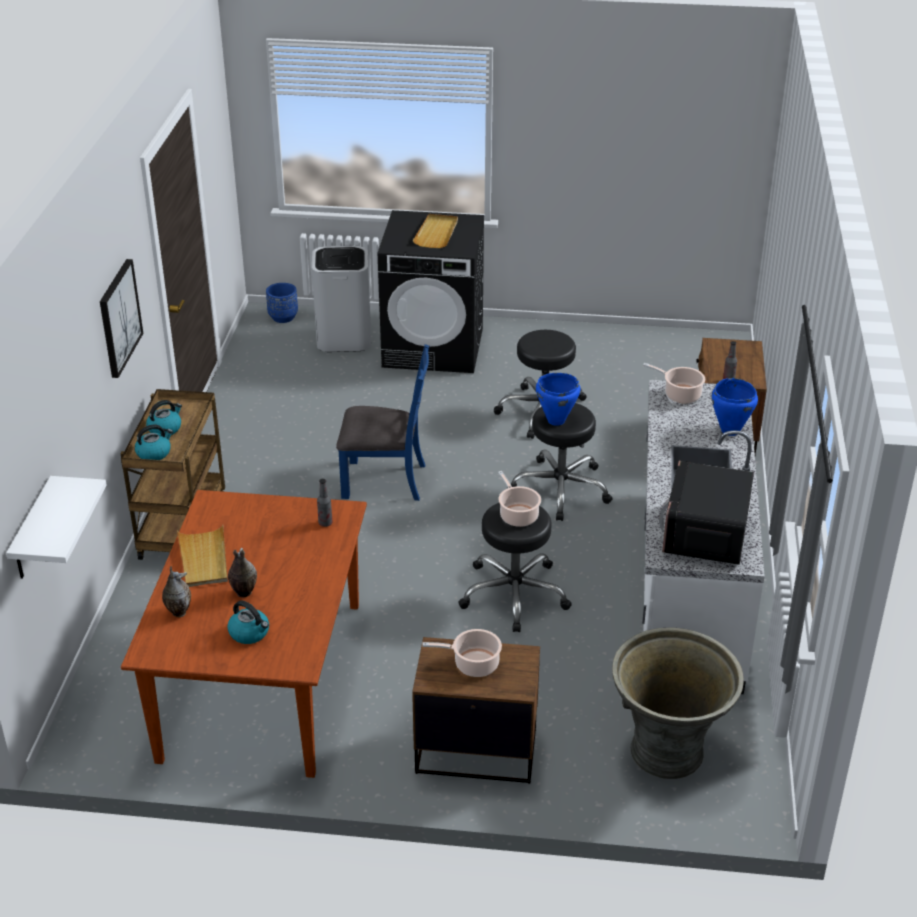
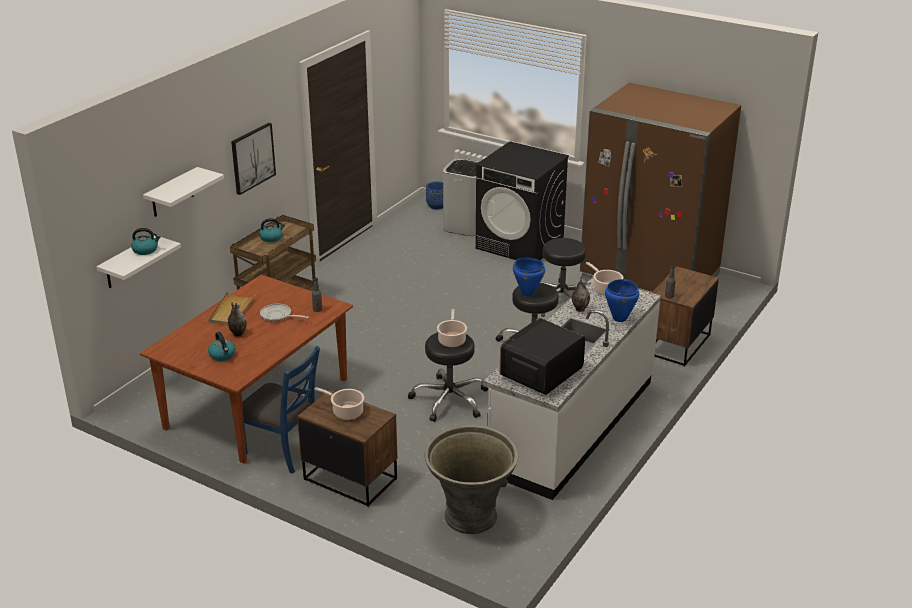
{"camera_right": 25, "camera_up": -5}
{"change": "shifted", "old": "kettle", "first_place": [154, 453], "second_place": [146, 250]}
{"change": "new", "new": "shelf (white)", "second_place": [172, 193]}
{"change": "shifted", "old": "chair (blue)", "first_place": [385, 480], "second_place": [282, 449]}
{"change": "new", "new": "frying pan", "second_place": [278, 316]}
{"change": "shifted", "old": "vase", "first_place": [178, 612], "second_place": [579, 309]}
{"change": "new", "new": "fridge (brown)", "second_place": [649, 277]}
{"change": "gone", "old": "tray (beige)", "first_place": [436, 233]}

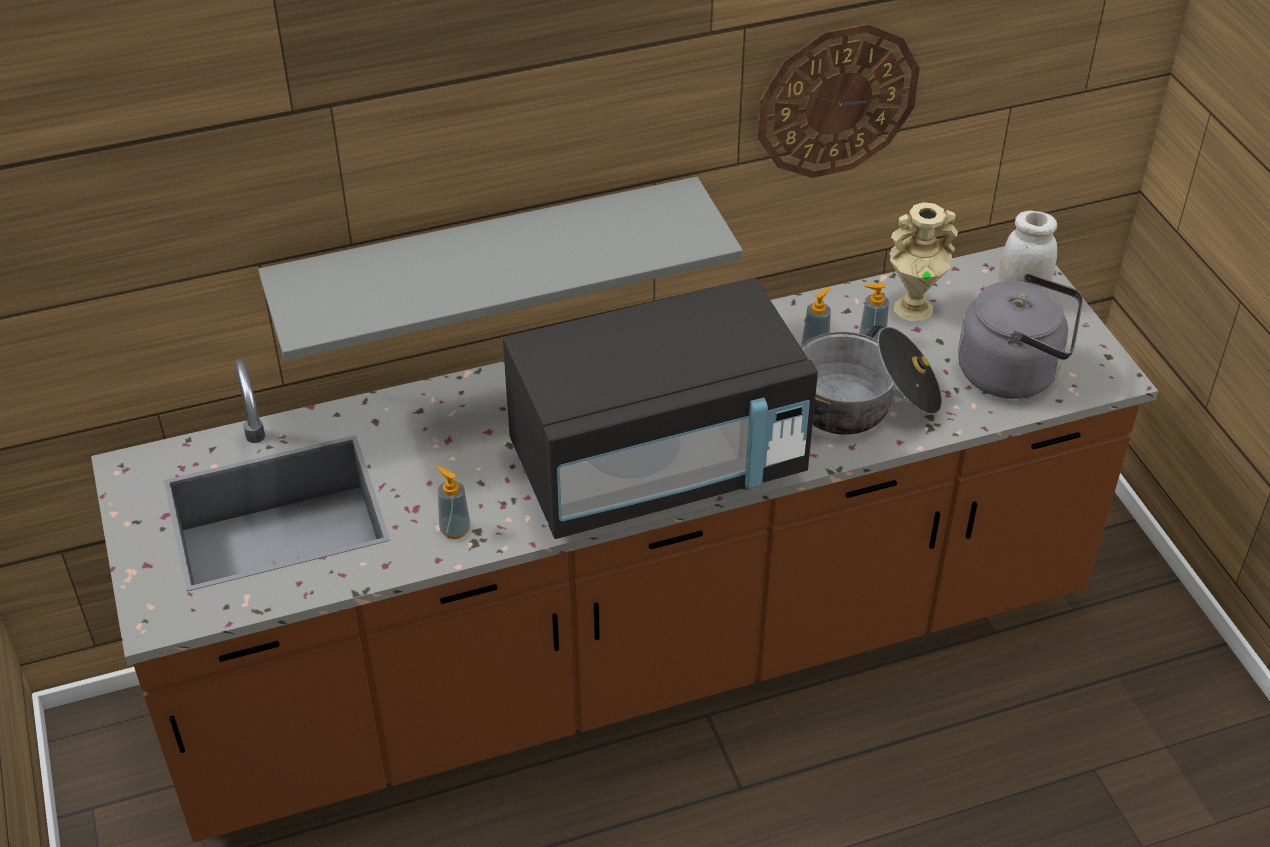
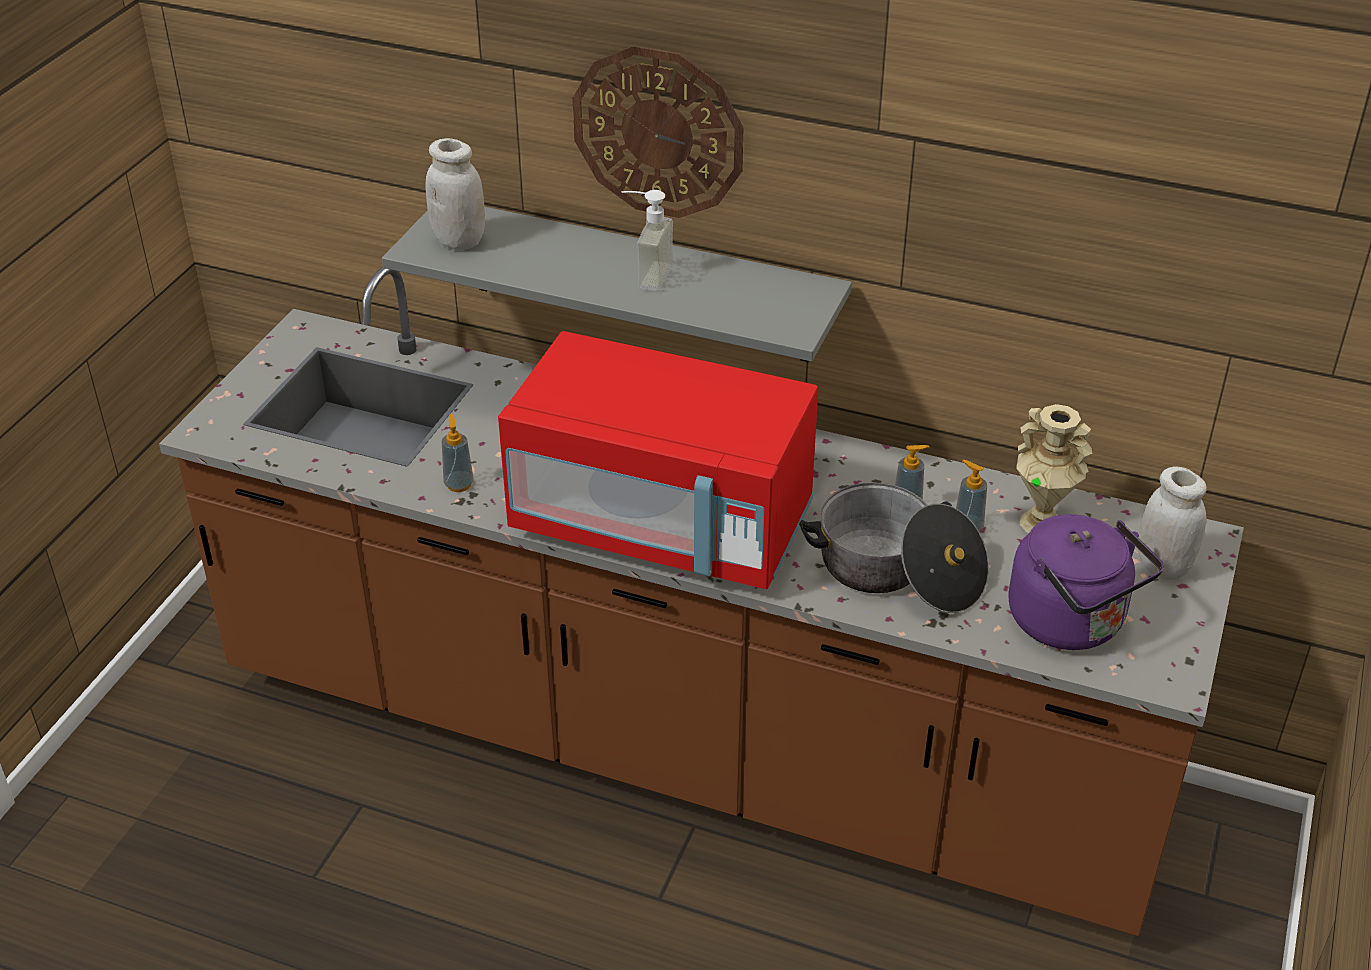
{"camera_right": 40, "camera_up": -5}
{"change": "new", "new": "jar (white)", "second_place": [459, 241]}
{"change": "repainted", "old": "microwave (black)", "new": "microwave (red)", "first_place": [658, 466], "second_place": [662, 524]}
{"change": "shifted", "old": "wall clock", "first_place": [837, 100], "second_place": [658, 132]}
{"change": "new", "new": "soap dispenser", "second_place": [645, 275]}
{"change": "repainted", "old": "kettle (grey)", "new": "kettle (purple)", "first_place": [1014, 373], "second_place": [1072, 623]}

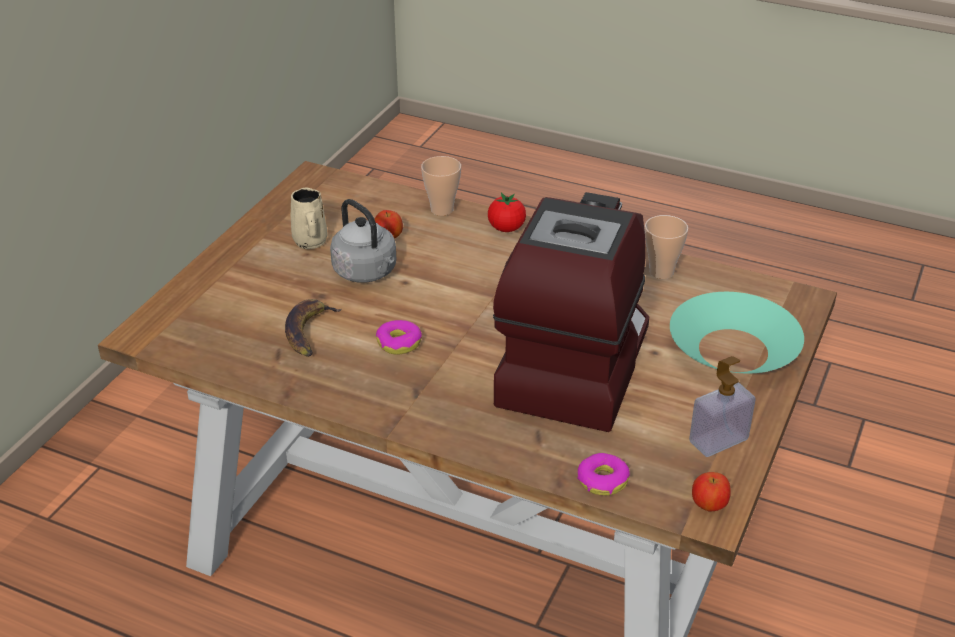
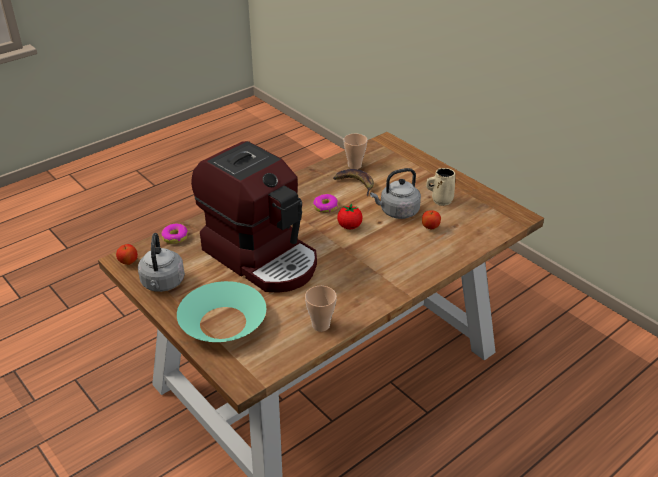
{"camera_right": 115, "camera_up": 0}
{"change": "swapped", "old": "soap dispenser", "new": "kettle (grey)", "first_place": [718, 440], "second_place": [162, 284]}
{"change": "shifted", "old": "tomato", "first_place": [506, 228], "second_place": [349, 226]}
{"change": "shifted", "old": "cup", "first_place": [442, 210], "second_place": [354, 165]}

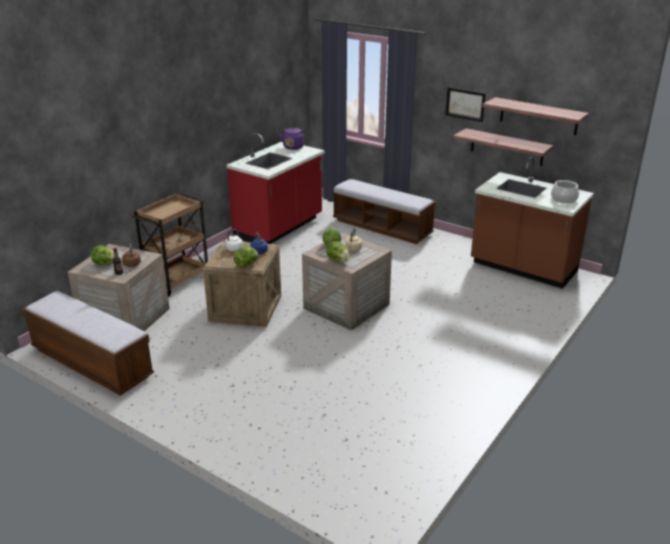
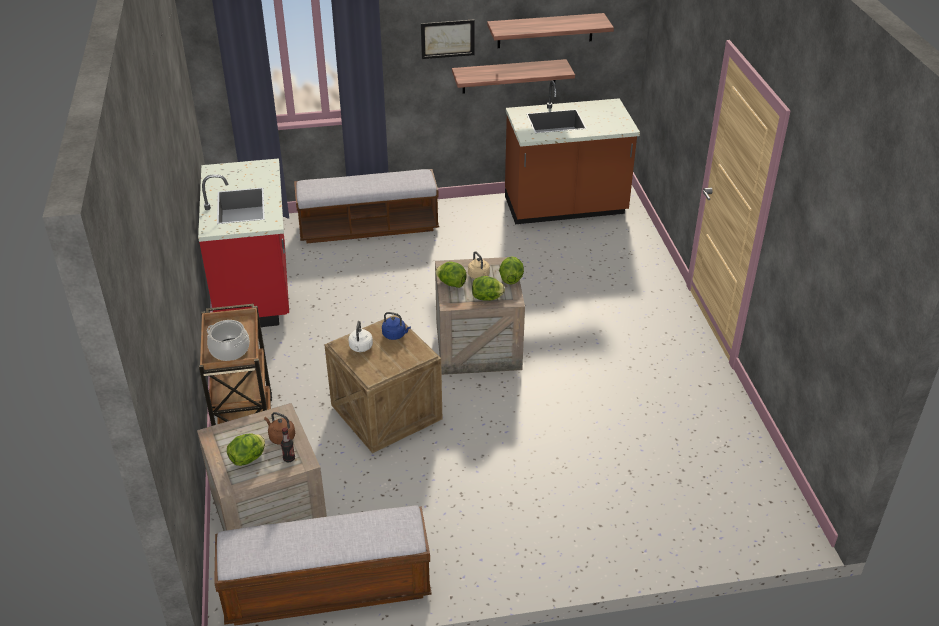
{"camera_right": -45, "camera_up": 10}
{"change": "shifted", "old": "cooking pot", "first_place": [564, 199], "second_place": [230, 350]}
{"change": "shifted", "old": "lettuce", "first_place": [246, 264], "second_place": [511, 279]}
{"change": "gone", "old": "kettle (purple)", "first_place": [293, 147]}

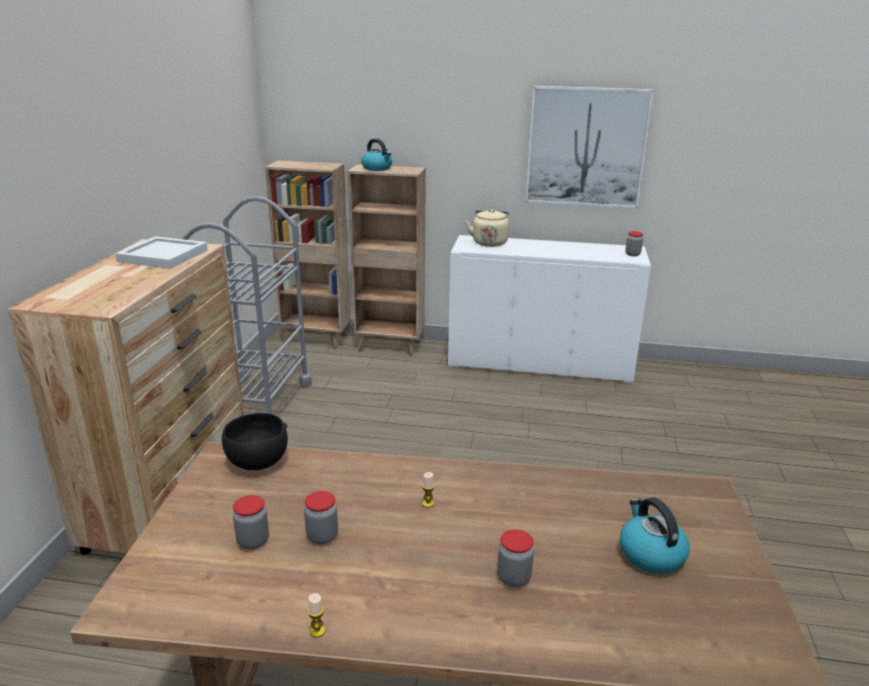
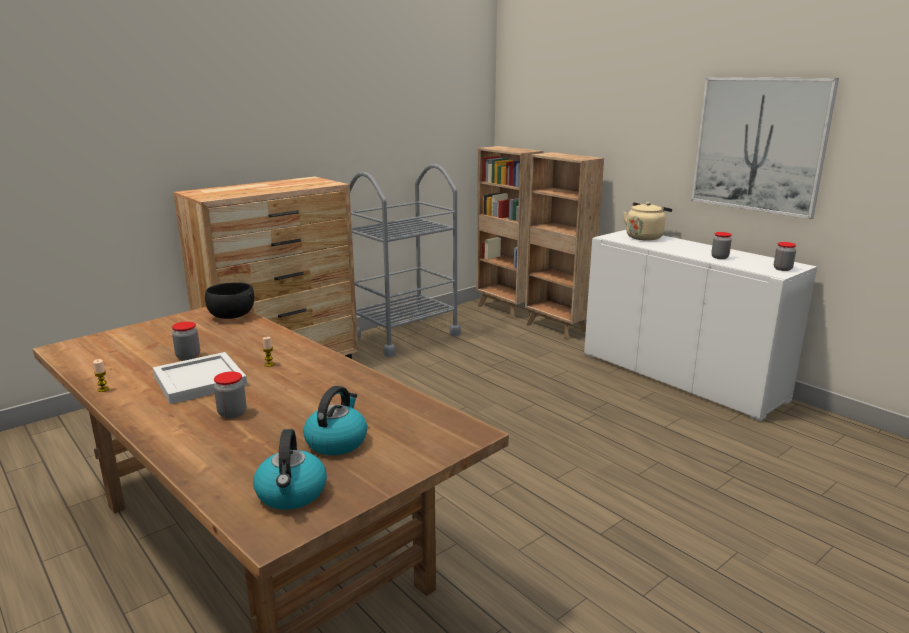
{"camera_right": 40, "camera_up": -5}
{"change": "shifted", "old": "tray (white)", "first_place": [161, 256], "second_place": [198, 381]}
{"change": "shifted", "old": "kettle", "first_place": [377, 168], "second_place": [292, 494]}
{"change": "shifted", "old": "jar", "first_place": [253, 541], "second_place": [719, 257]}

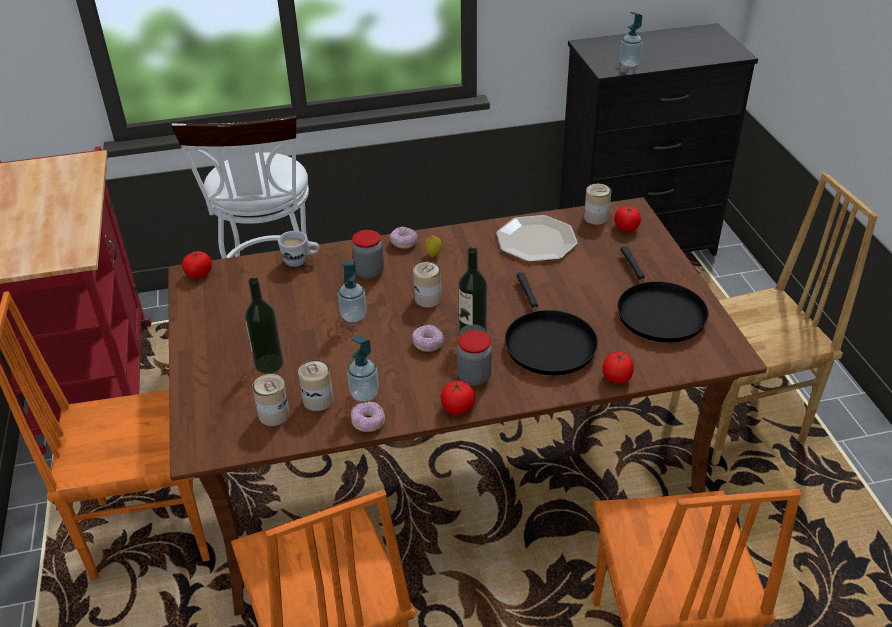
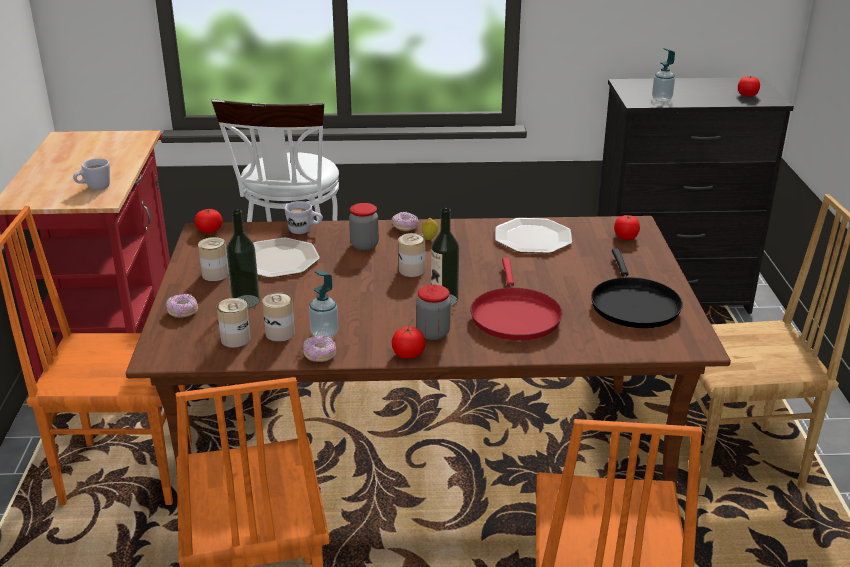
{"camera_right": 10, "camera_up": -10}
{"change": "new", "new": "mug (white)", "second_place": [94, 188]}
{"change": "shifted", "old": "donut", "first_place": [428, 344], "second_place": [183, 312]}
{"change": "shifted", "old": "can", "first_place": [596, 217], "second_place": [215, 274]}
{"change": "new", "new": "plate", "second_place": [277, 260]}
{"change": "repainted", "old": "frying pan (black)", "new": "frying pan (red)", "first_place": [547, 343], "second_place": [514, 316]}
{"change": "shifted", "old": "tomato", "first_place": [616, 377], "second_place": [747, 95]}
{"change": "gone", "old": "soap dispenser", "first_place": [353, 316]}

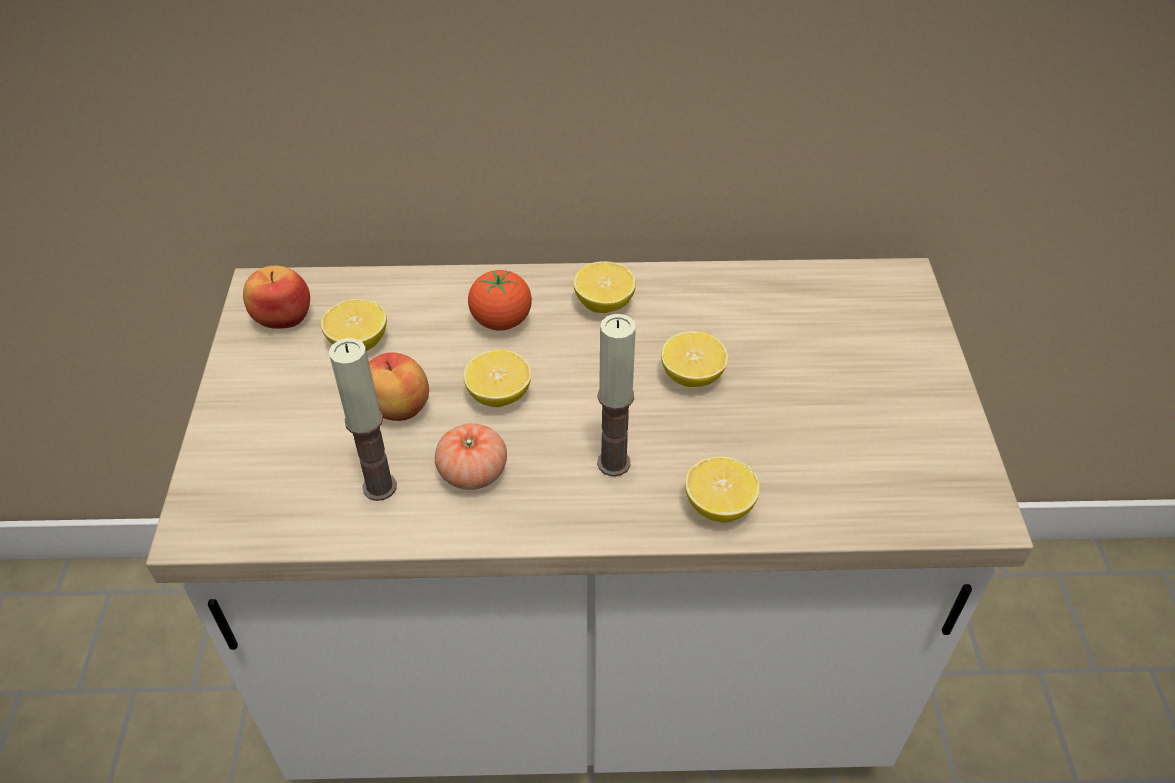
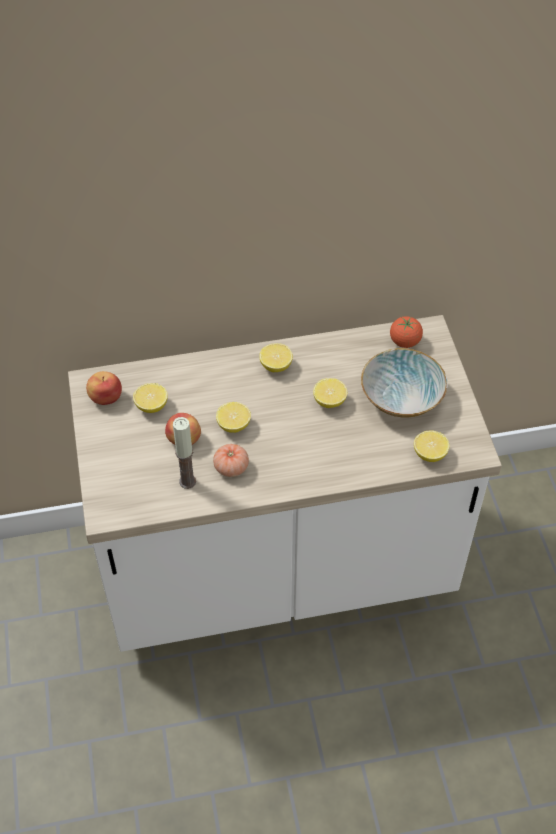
{"camera_right": -10, "camera_up": 5}
{"change": "new", "new": "bowl", "second_place": [402, 397]}
{"change": "shifted", "old": "tomato", "first_place": [501, 321], "second_place": [405, 342]}
{"change": "shifted", "old": "lemon", "first_place": [719, 505], "second_place": [429, 454]}
{"change": "gone", "old": "candle", "first_place": [613, 463]}

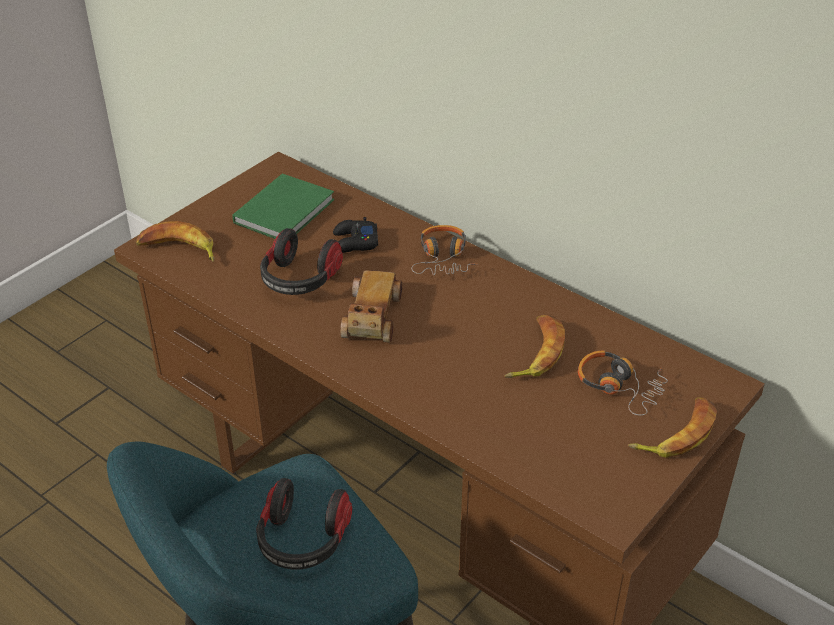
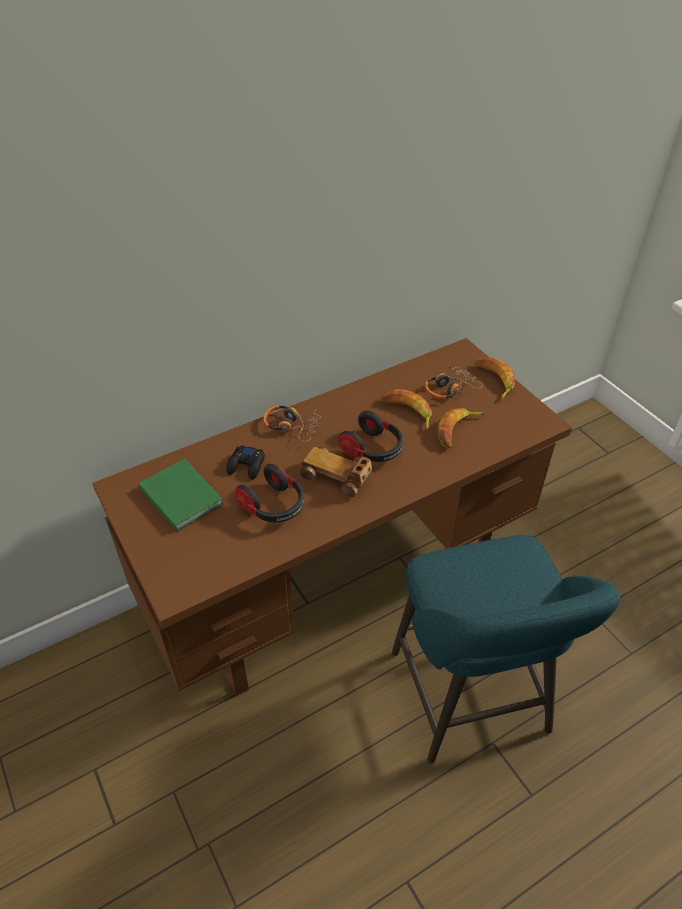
{"camera_right": -70, "camera_up": 5}
{"change": "shifted", "old": "headphones", "first_place": [302, 541], "second_place": [373, 449]}
{"change": "shifted", "old": "banana", "first_place": [178, 249], "second_place": [458, 430]}

